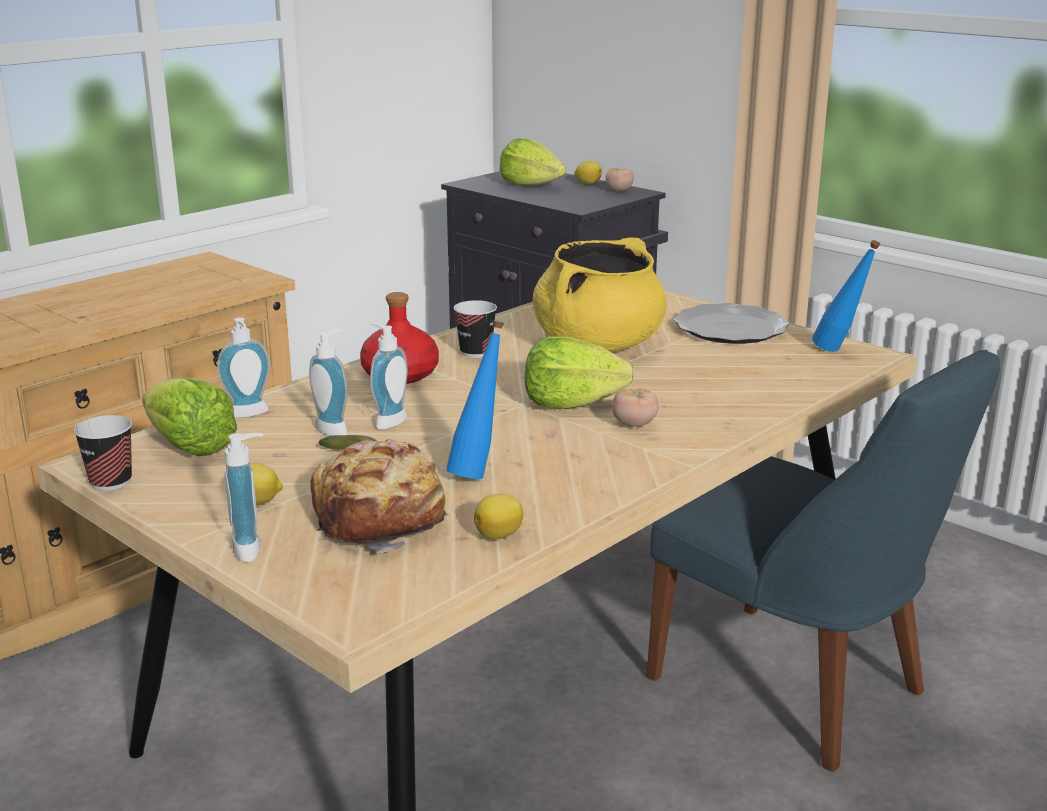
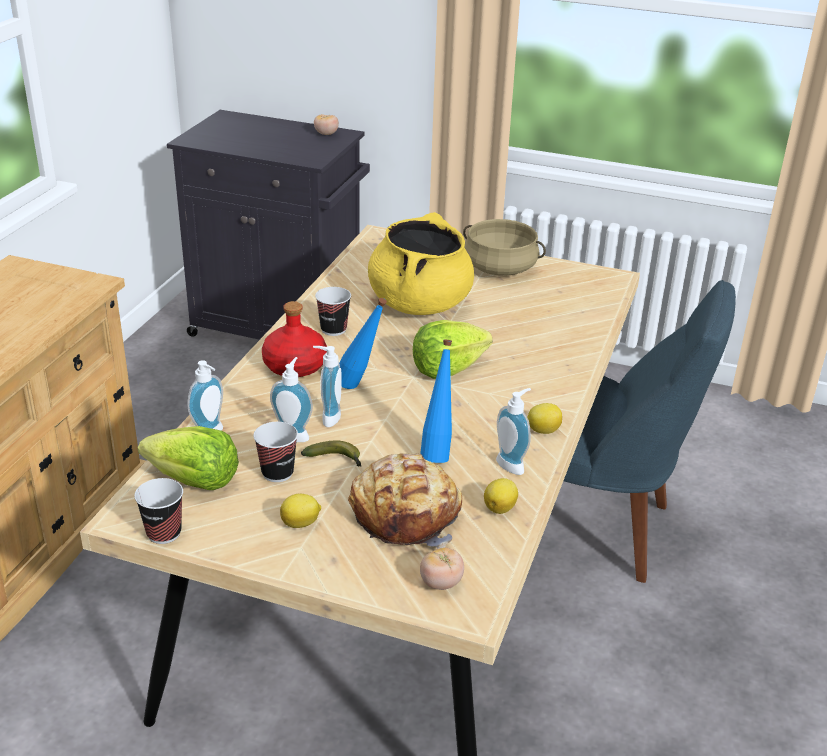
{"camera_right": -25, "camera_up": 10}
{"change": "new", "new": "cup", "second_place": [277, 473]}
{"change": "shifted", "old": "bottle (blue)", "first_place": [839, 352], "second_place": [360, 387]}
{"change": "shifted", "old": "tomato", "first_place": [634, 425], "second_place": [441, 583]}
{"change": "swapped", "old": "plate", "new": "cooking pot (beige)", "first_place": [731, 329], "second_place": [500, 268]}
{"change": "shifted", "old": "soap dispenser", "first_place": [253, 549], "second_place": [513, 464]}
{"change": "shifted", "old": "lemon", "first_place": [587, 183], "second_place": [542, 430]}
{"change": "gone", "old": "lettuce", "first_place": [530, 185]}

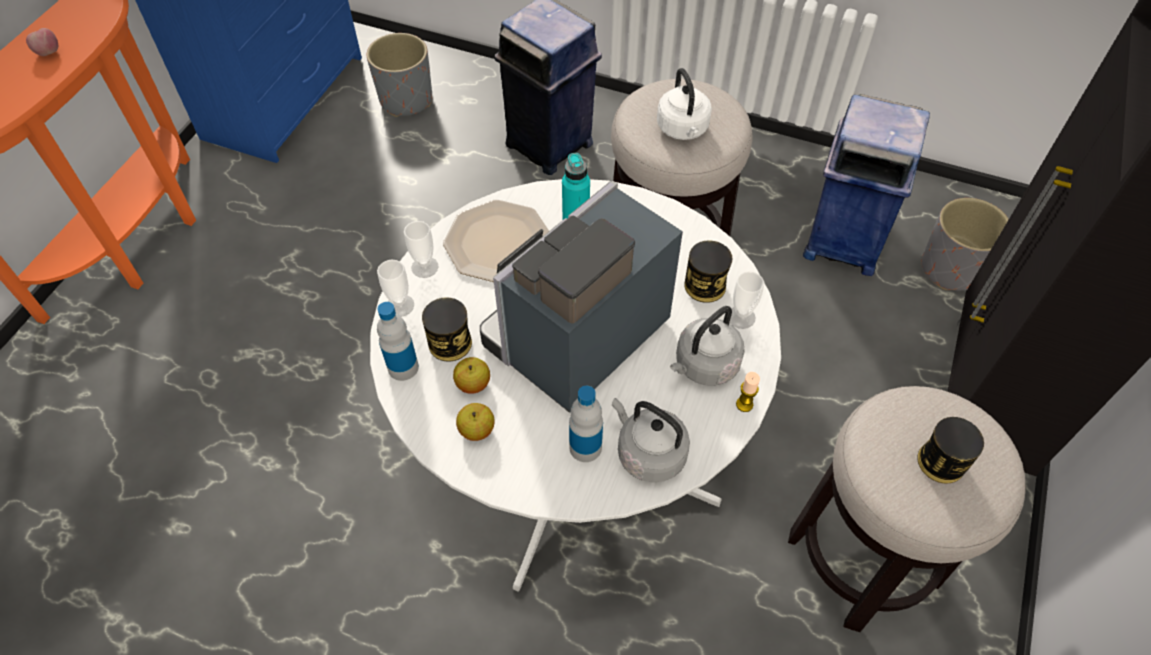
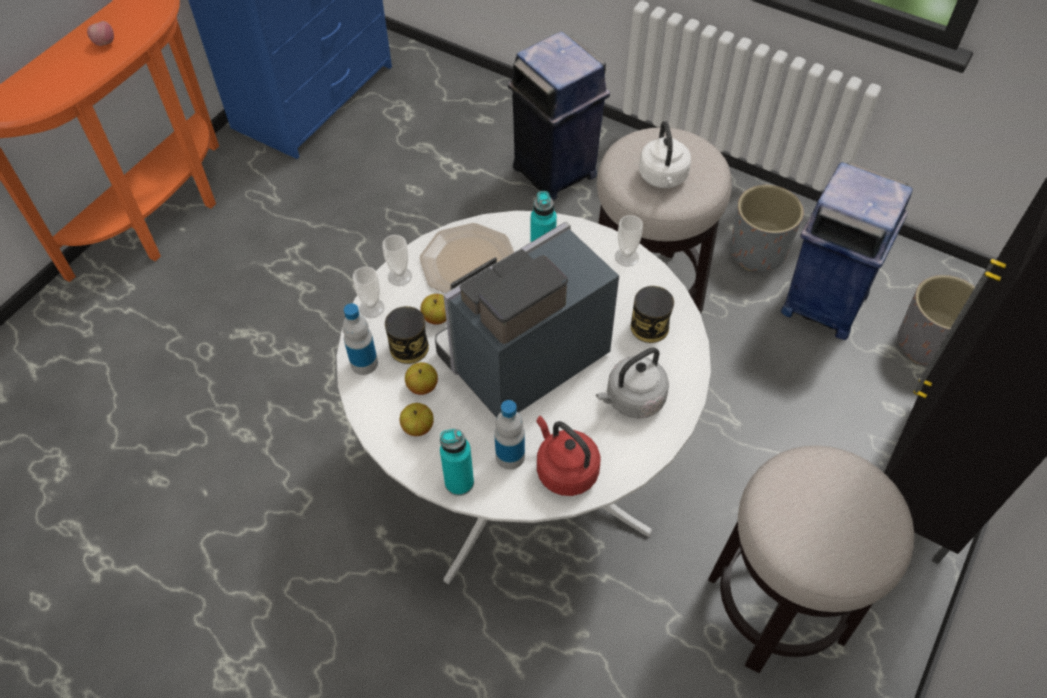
{"camera_right": 10, "camera_up": 0}
{"change": "new", "new": "apple", "second_place": [437, 317]}
{"change": "new", "new": "bottle (turquoise)", "second_place": [459, 482]}
{"change": "repainted", "old": "kettle (grey)", "new": "kettle (red)", "first_place": [648, 453], "second_place": [564, 470]}
{"change": "shifted", "old": "cup", "first_place": [741, 317], "second_place": [626, 257]}
{"change": "shifted", "old": "planter (grey)", "first_place": [406, 99], "second_place": [758, 251]}
{"change": "gone", "old": "candle", "first_place": [744, 404]}
{"change": "gone", "old": "can", "first_place": [941, 462]}

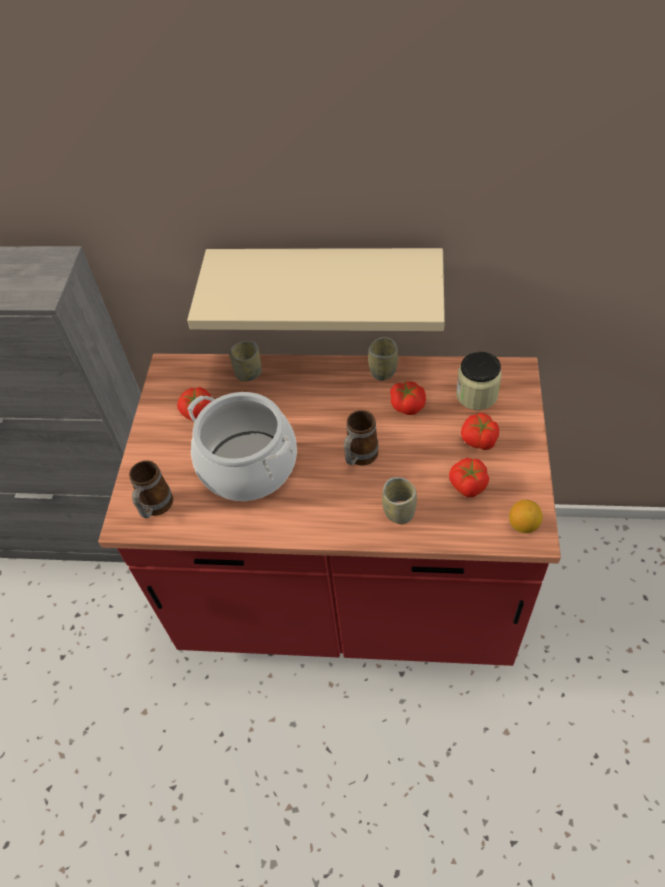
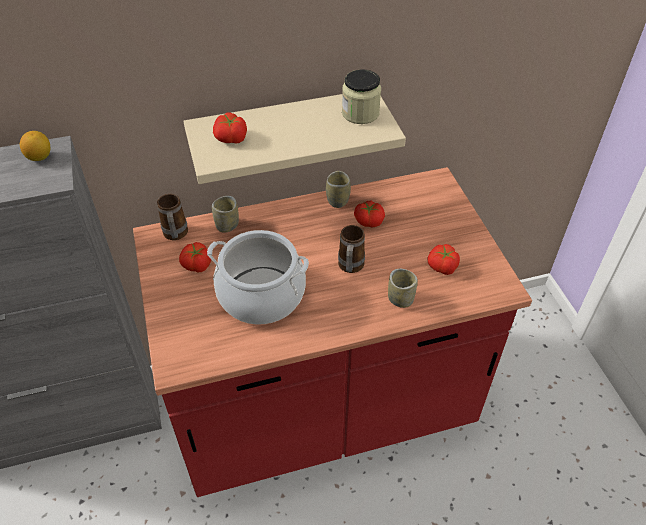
{"camera_right": -25, "camera_up": -5}
{"change": "shifted", "old": "lemon", "first_place": [523, 525], "second_place": [40, 157]}
{"change": "shifted", "old": "mug", "first_place": [155, 508], "second_place": [175, 236]}
{"change": "shifted", "old": "tomato", "first_place": [479, 440], "second_place": [231, 138]}
{"change": "shifted", "old": "jar", "first_place": [476, 395], "second_place": [360, 113]}

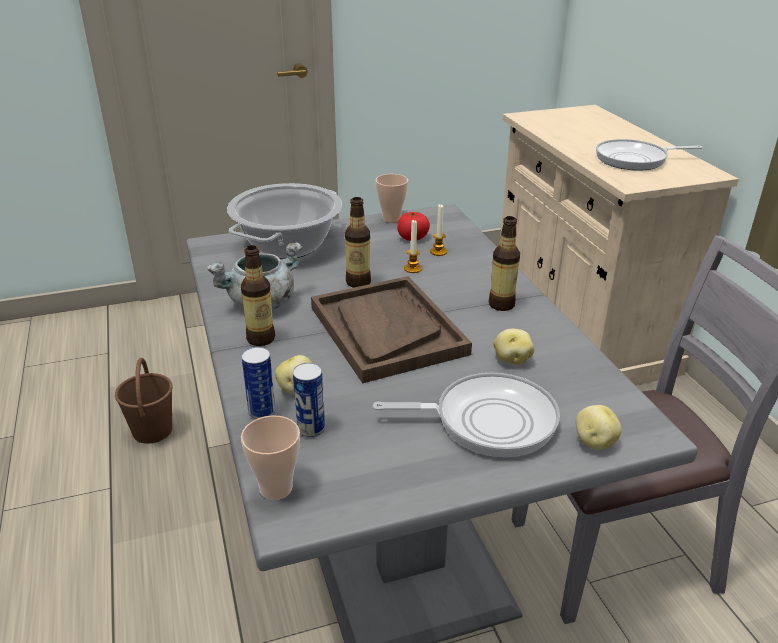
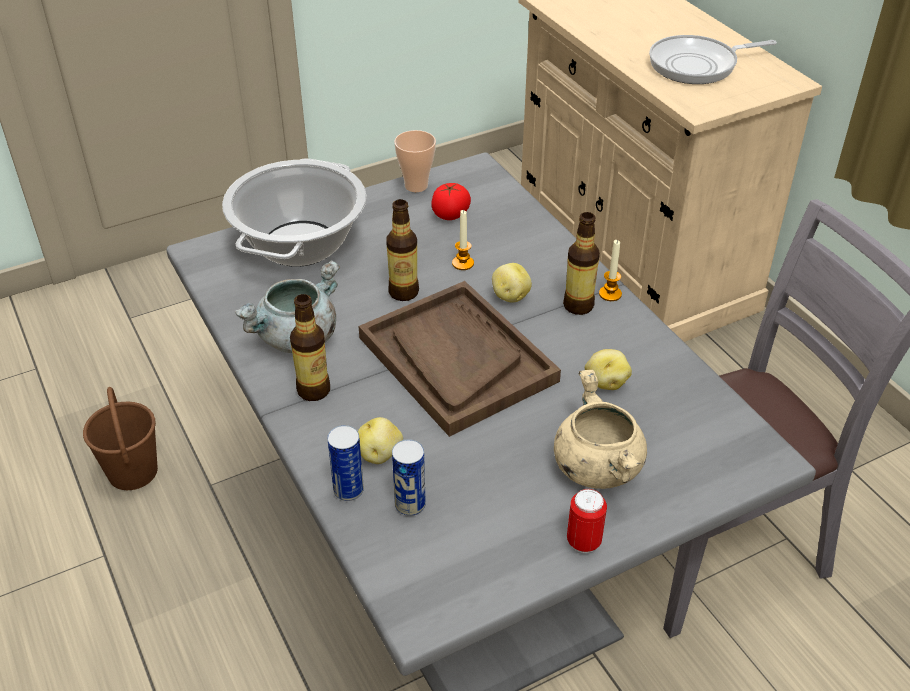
{"camera_right": -10, "camera_up": 10}
{"change": "shifted", "old": "potato", "first_place": [594, 442], "second_place": [510, 296]}
{"change": "swapped", "old": "frying pan", "new": "cooking pot (beige)", "first_place": [487, 420], "second_place": [596, 466]}
{"change": "new", "new": "can", "second_place": [583, 542]}
{"change": "shifted", "old": "candle", "first_place": [438, 252], "second_place": [610, 294]}
{"change": "gone", "old": "cup", "first_place": [276, 488]}

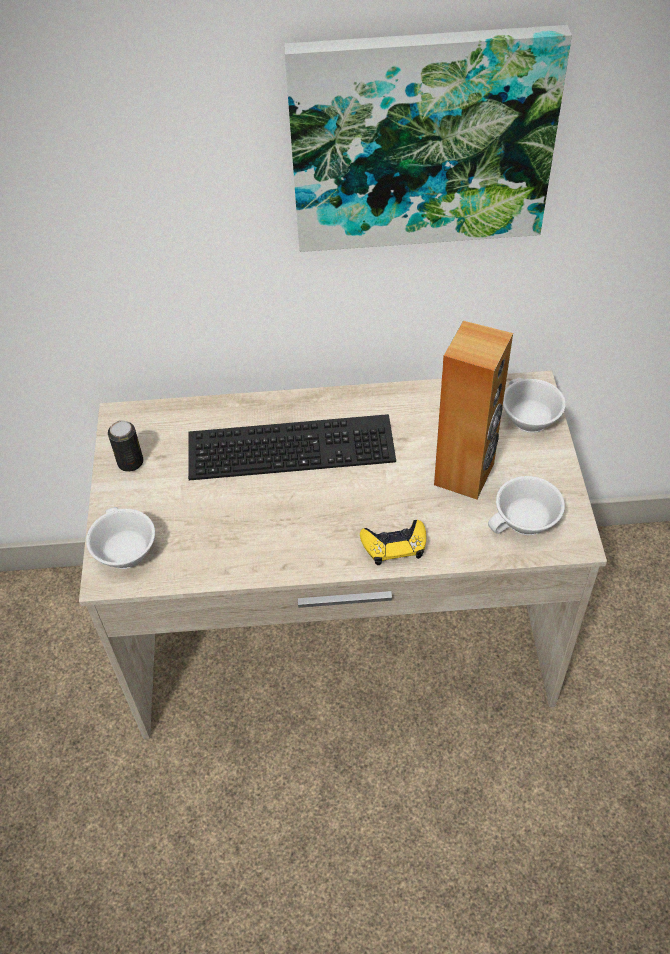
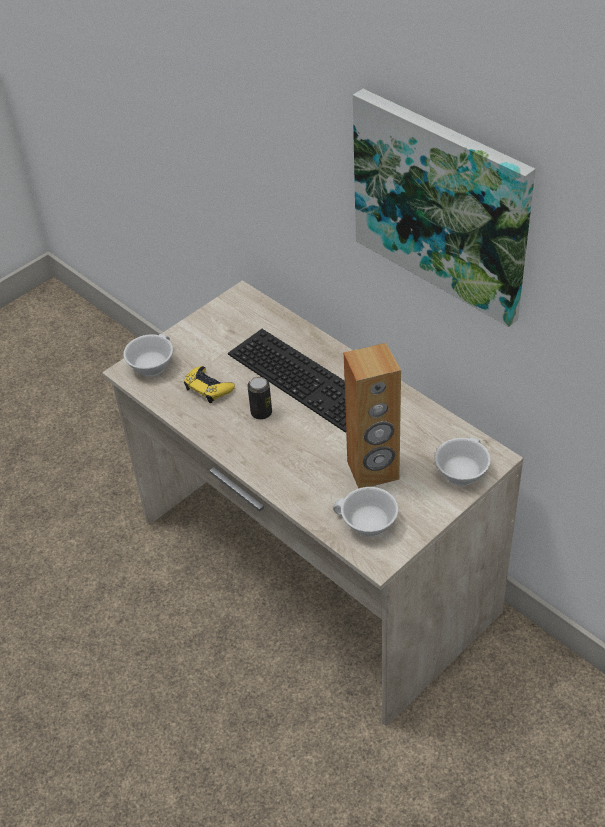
{"camera_right": 50, "camera_up": -5}
{"change": "shifted", "old": "game controller (yellow)", "first_place": [394, 545], "second_place": [208, 388]}
{"change": "shifted", "old": "can", "first_place": [130, 462], "second_place": [261, 413]}

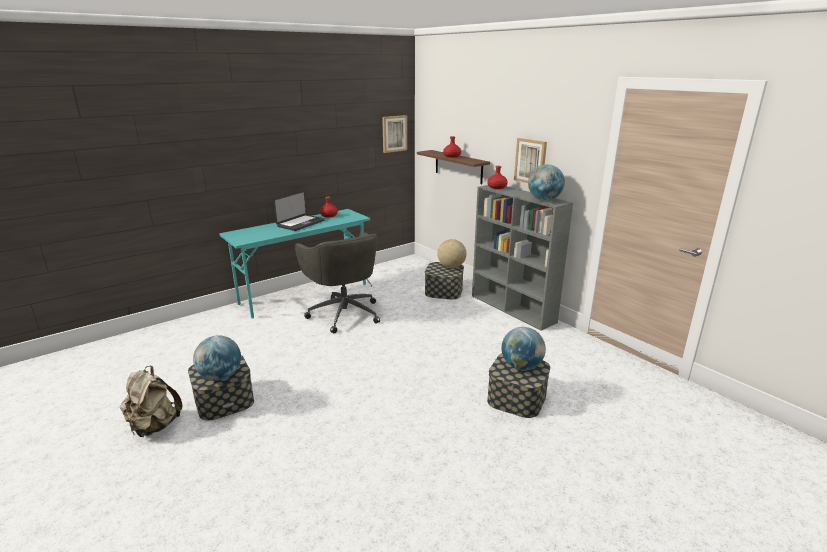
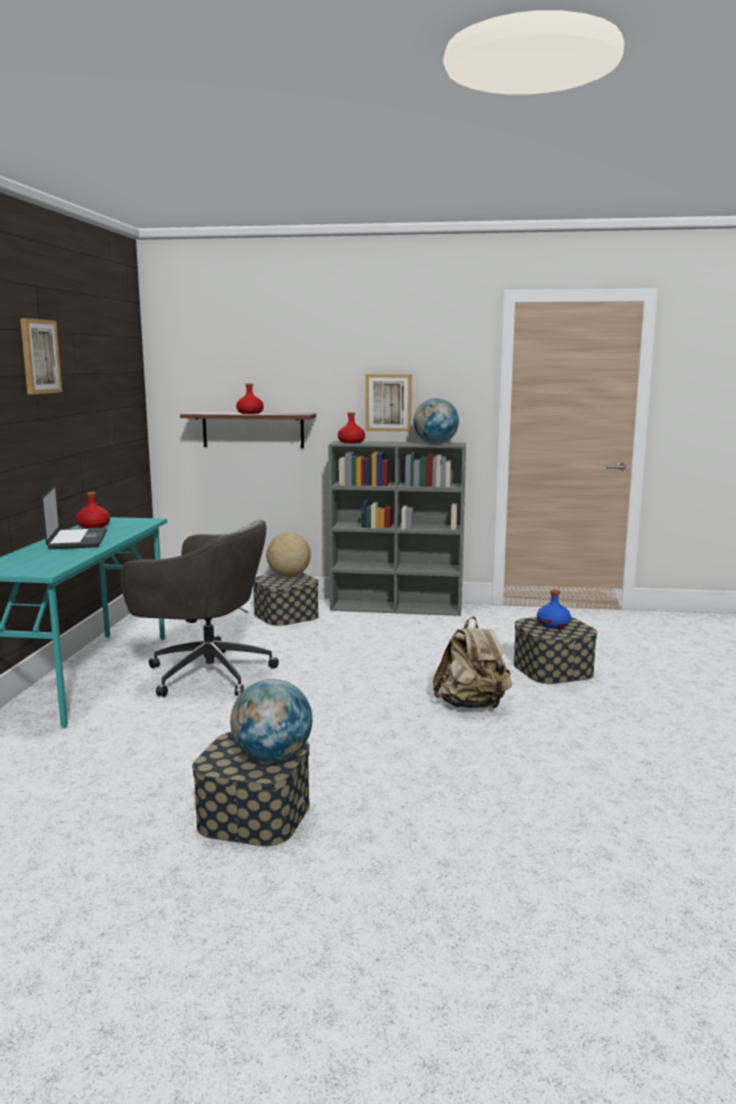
{"camera_right": -45, "camera_up": -10}
{"change": "shifted", "old": "picture", "first_place": [394, 133], "second_place": [39, 356]}
{"change": "shifted", "old": "backpack (beige)", "first_place": [154, 426], "second_place": [472, 705]}
{"change": "swapped", "old": "globe", "new": "bottle (blue)", "first_place": [521, 366], "second_place": [553, 625]}

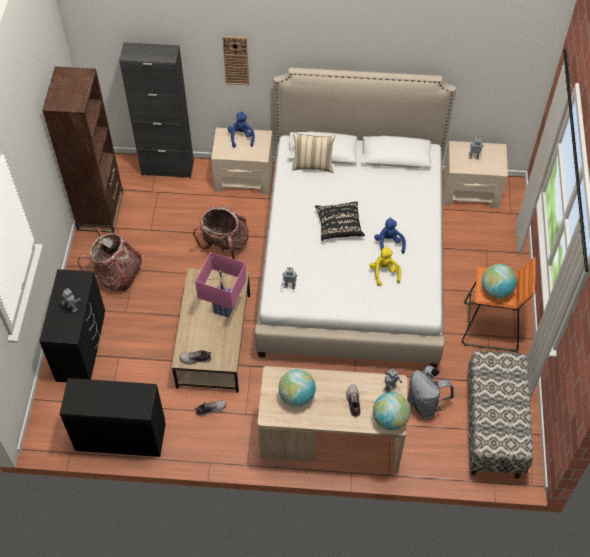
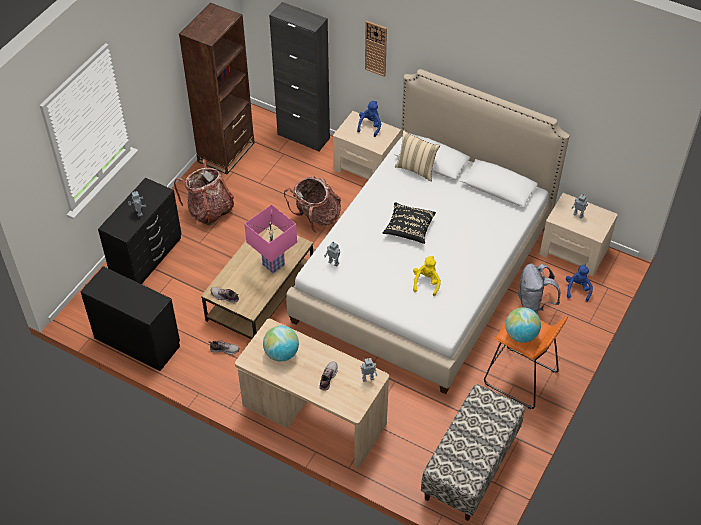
{"camera_right": 25, "camera_up": -5}
{"change": "shifted", "old": "backpack (grey)", "first_place": [425, 404], "second_place": [534, 304]}
{"change": "shifted", "old": "plush toy (blue)", "first_place": [389, 244], "second_place": [577, 289]}
{"change": "gone", "old": "globe", "first_place": [390, 419]}

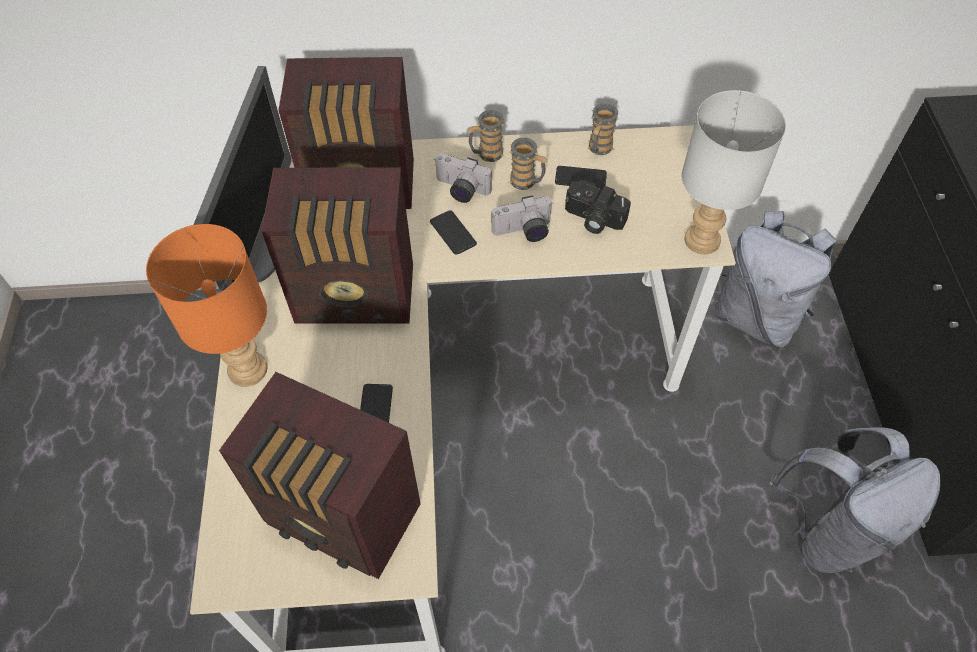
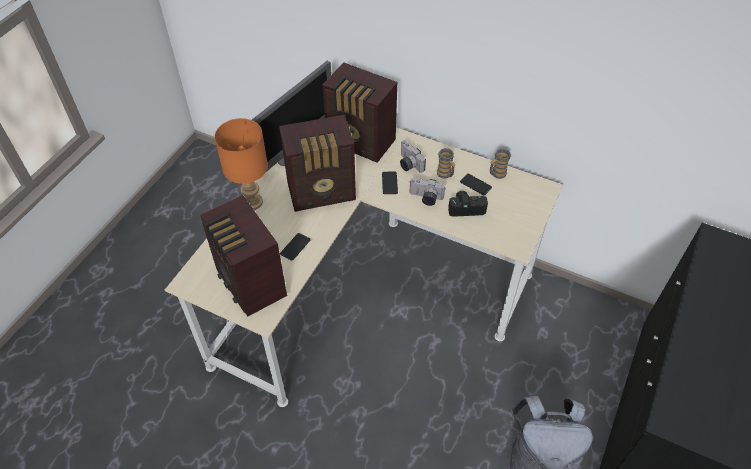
{"camera_right": 30, "camera_up": -5}
{"change": "rotated", "old": "radio", "first_place": [357, 296], "second_place": [323, 192], "degrees": -45}
{"change": "rotated", "old": "photo camera", "first_place": [592, 219], "second_place": [466, 208], "degrees": 120}
{"change": "gone", "old": "mug", "first_place": [486, 154]}
{"change": "gone", "old": "table lamp (grey)", "first_place": [703, 241]}
{"change": "gone", "old": "backpack (grey)", "first_place": [757, 316]}

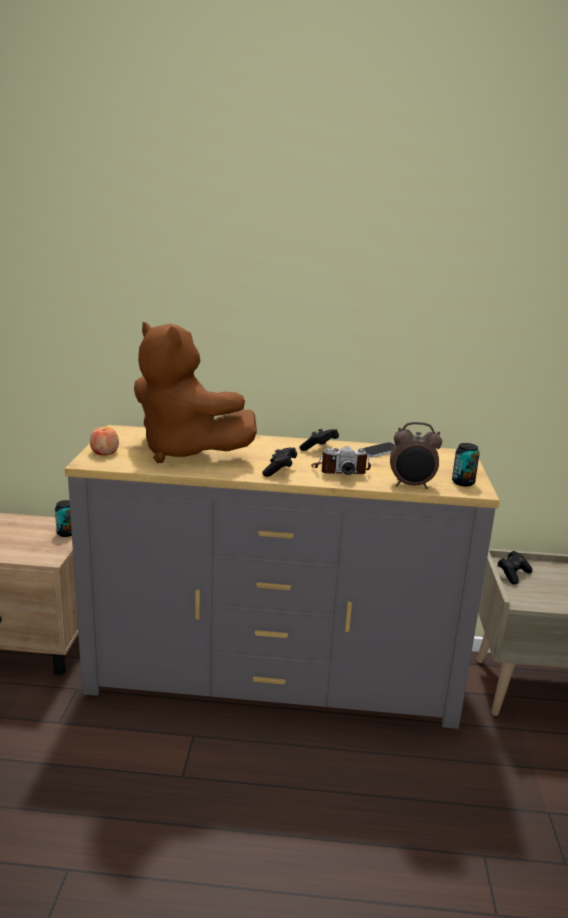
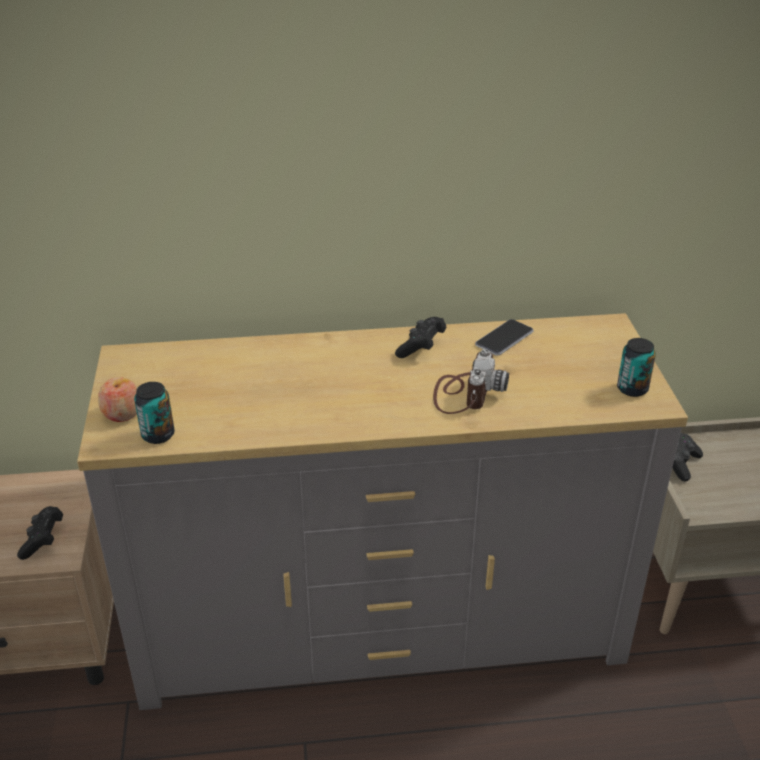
{"camera_right": -10, "camera_up": 15}
{"change": "shifted", "old": "game controller (black)", "first_place": [279, 470], "second_place": [43, 540]}
{"change": "shifted", "old": "can", "first_place": [66, 533], "second_place": [158, 435]}
{"change": "rotated", "old": "photo camera", "first_place": [340, 470], "second_place": [465, 393], "degrees": -60}
{"change": "gone", "old": "plush toy (brown)", "first_place": [185, 452]}
{"change": "gone", "old": "alarm clock", "first_place": [411, 485]}

